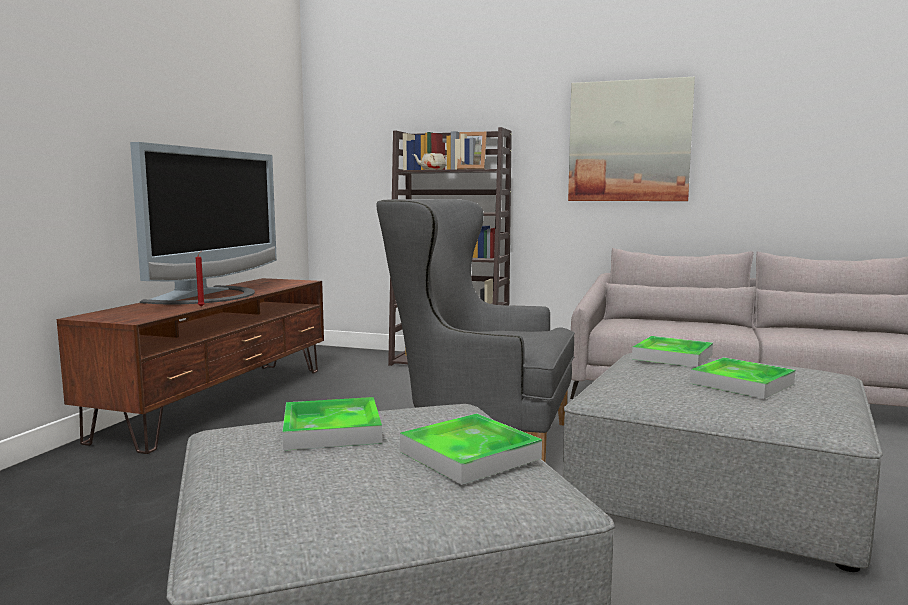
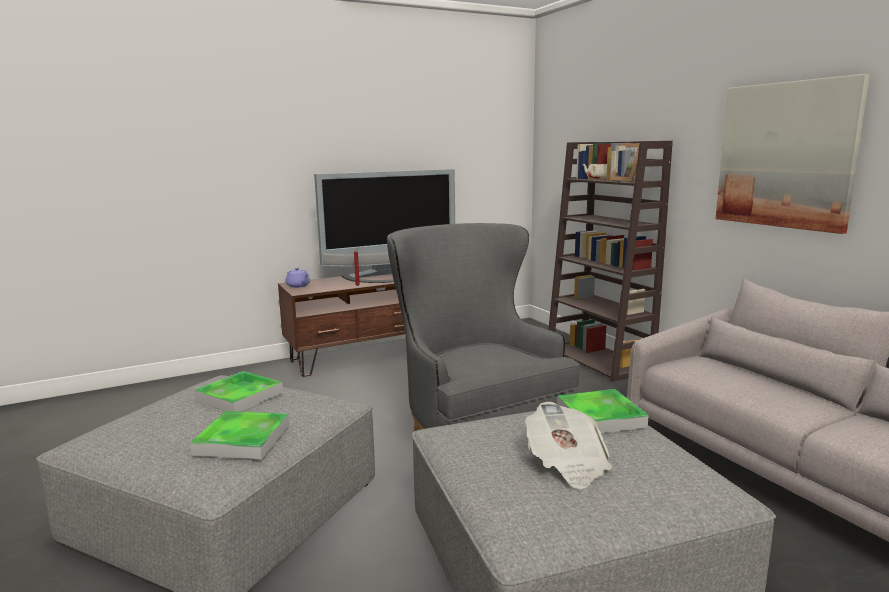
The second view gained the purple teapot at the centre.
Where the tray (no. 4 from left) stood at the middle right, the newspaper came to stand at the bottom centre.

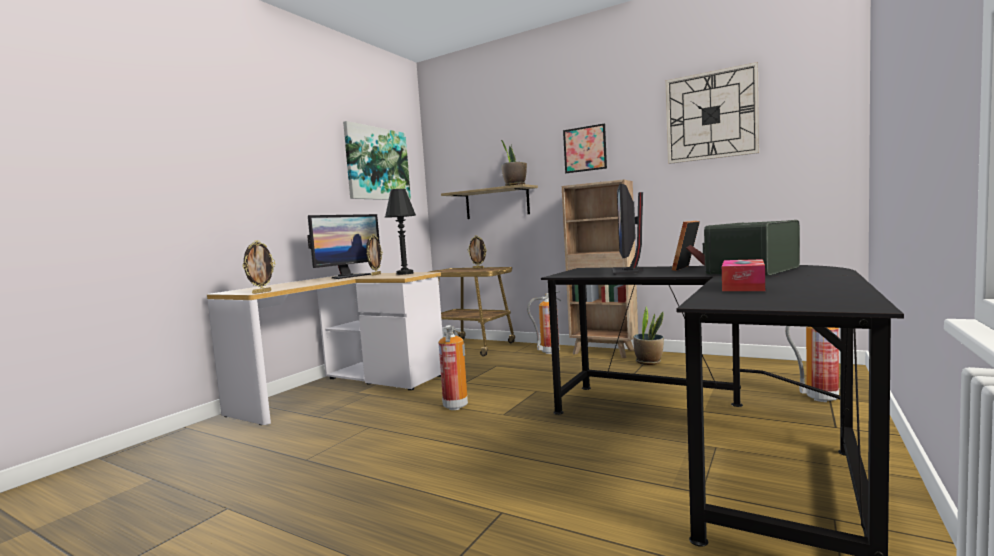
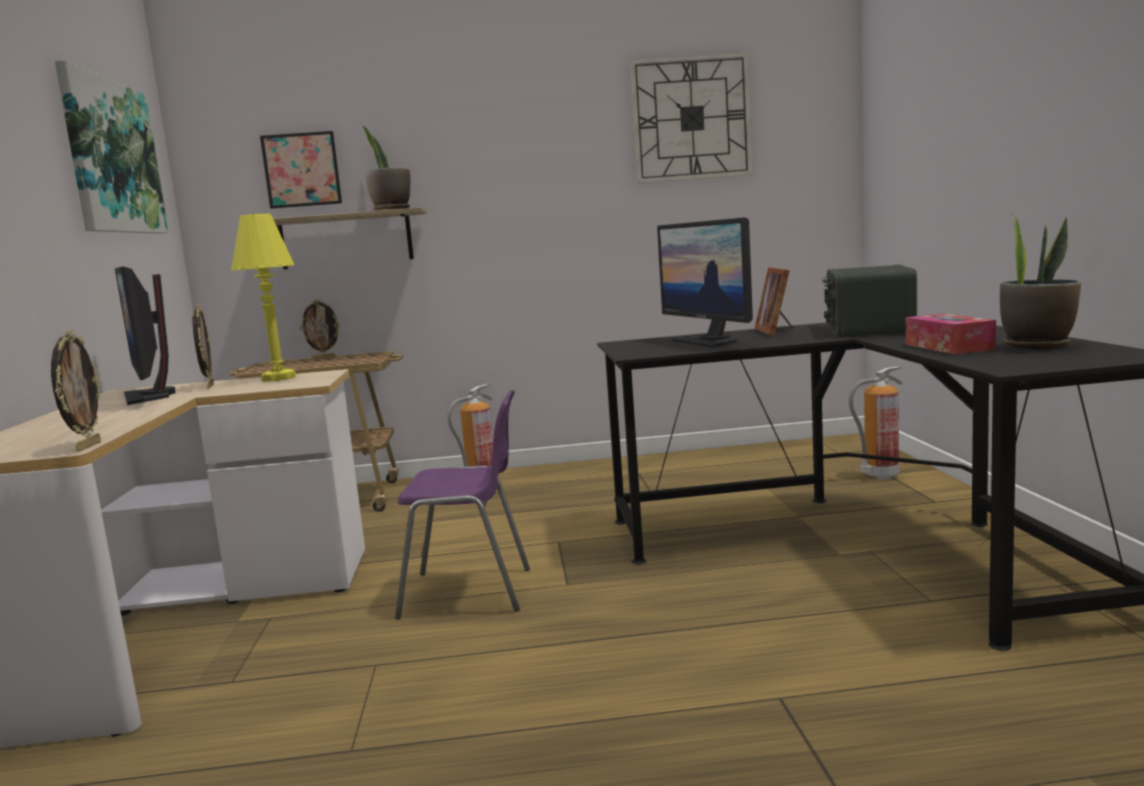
The second view lost the brown bookcase at the centre.
The picture (no. 2 from left) ended up elsewhere, having gone from the top centre to the top left.
The potted plant (no. 2 from left) ended up elsewhere, having gone from the centre to the middle right.
Where the fire extinguisher (no. 1 from left) stood at the centre, the purple chair came to stand at the centre.
What was the black table lamp at the centre turned into the yellow table lamp at the middle left.
The monitor (no. 1 from left) at the centre ended up facing another way, 150 degrees clockwise from before.

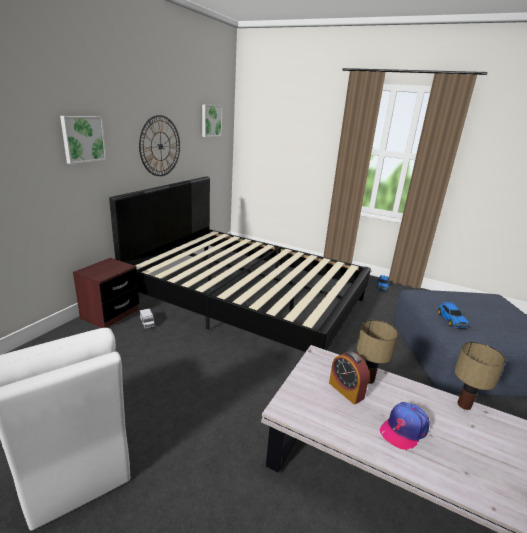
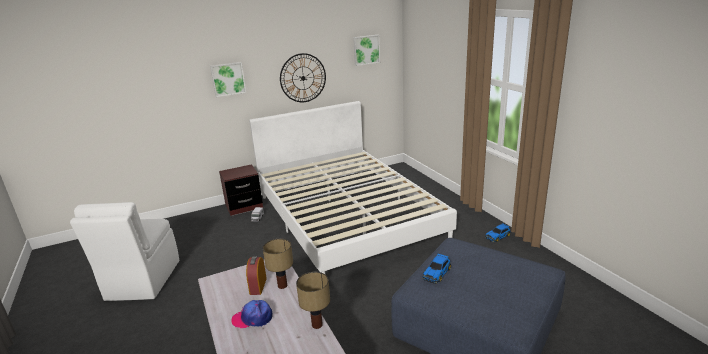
What was the black bed at the centre turned into the white bed at the centre.

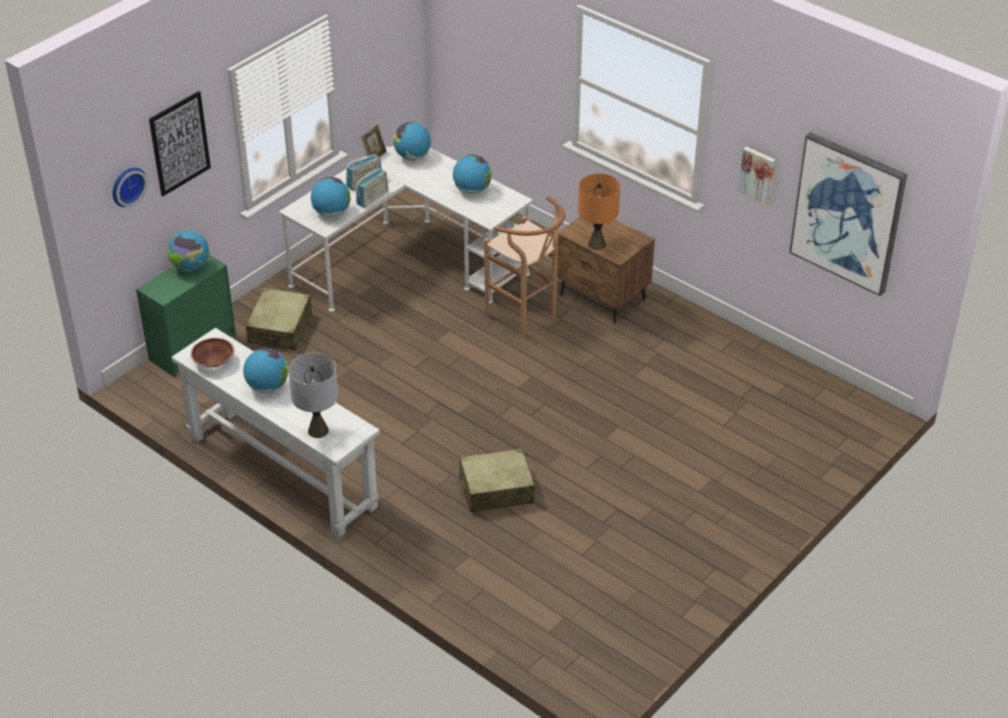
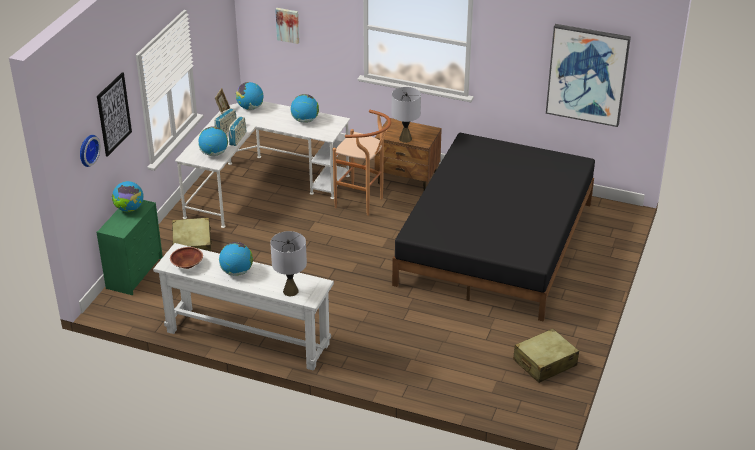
The second view gained the black bed at the centre.
The beige suitcase (no. 2 from left) ended up elsewhere, having gone from the bottom centre to the bottom right.
The picture (no. 2 from left) ended up elsewhere, having gone from the top right to the top centre.
What was the orange table lamp at the top centre turned into the grey table lamp (no. 2 from left) at the top centre.

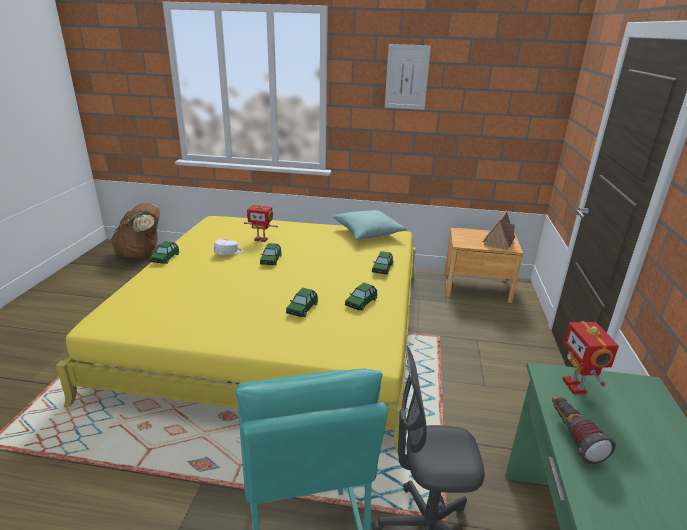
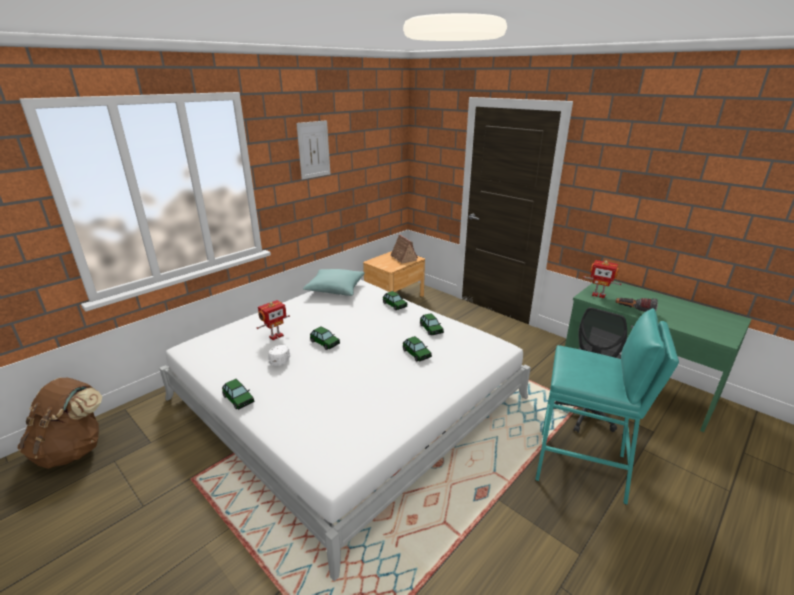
What was the yellow bed at the centre turned into the white bed at the bottom centre.

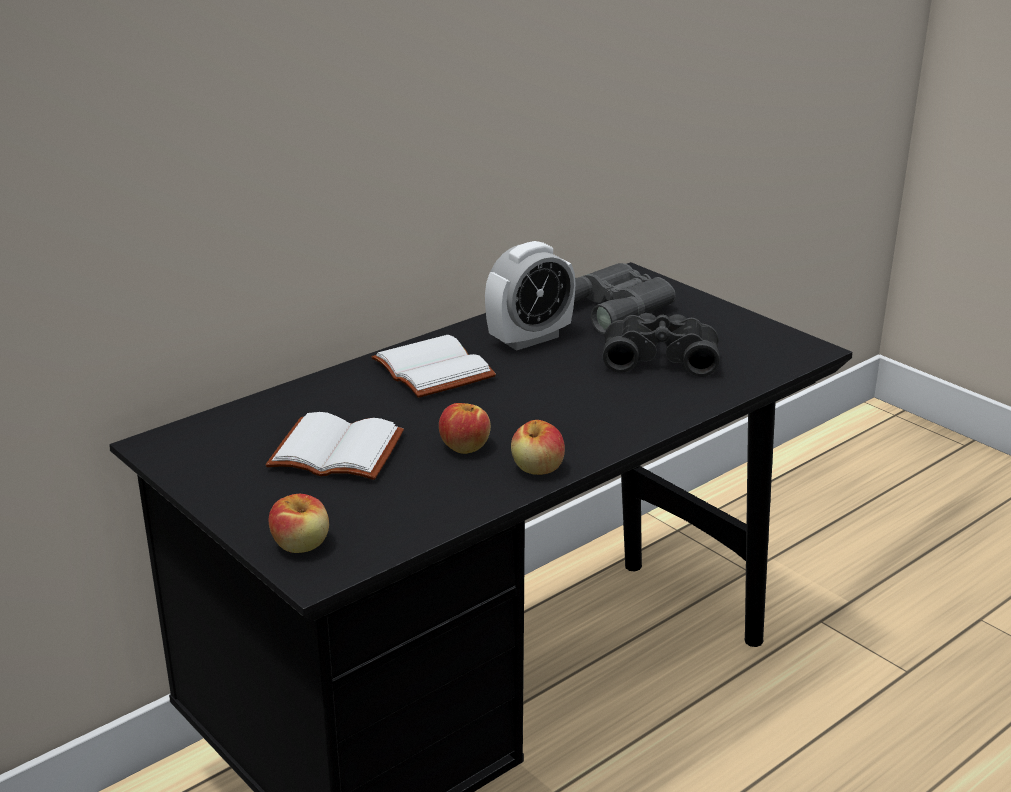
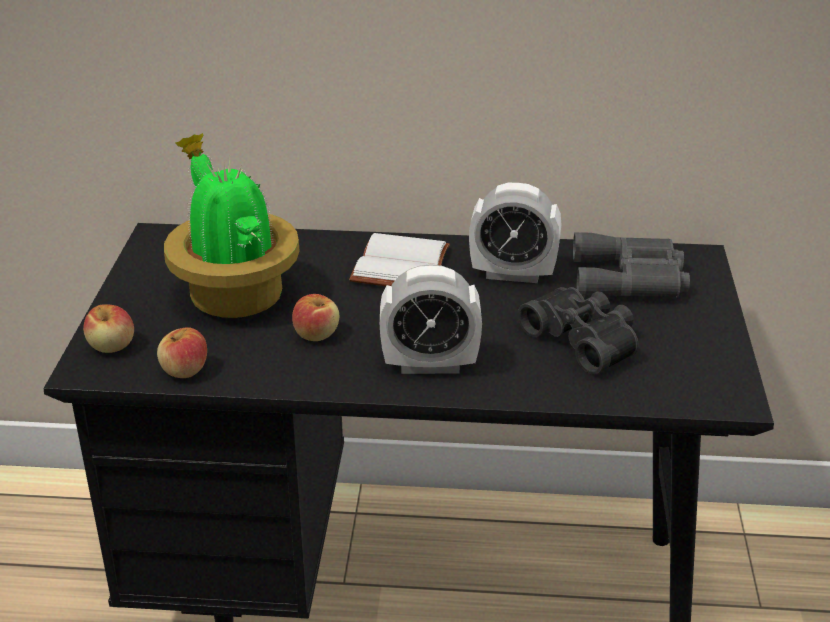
The second view gained the alarm clock (no. 1 from left) at the centre.
The apple (no. 3 from left in the first image) ended up elsewhere, having gone from the centre to the middle left.
Where the white book (no. 1 from left) stood at the middle left, the potted plant came to stand at the middle left.

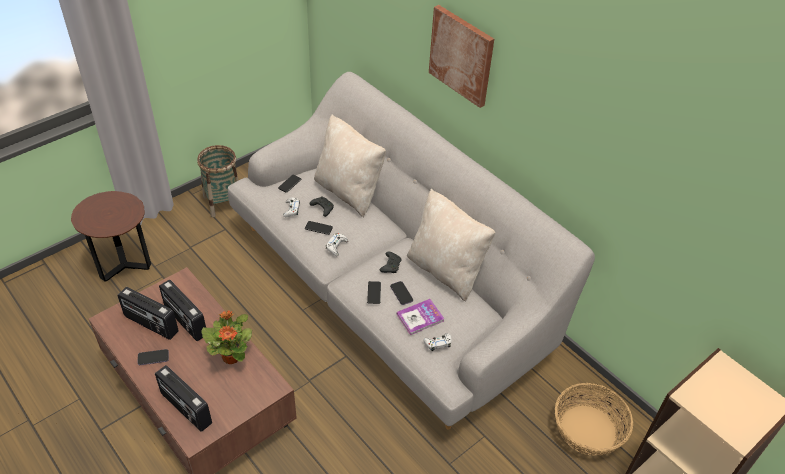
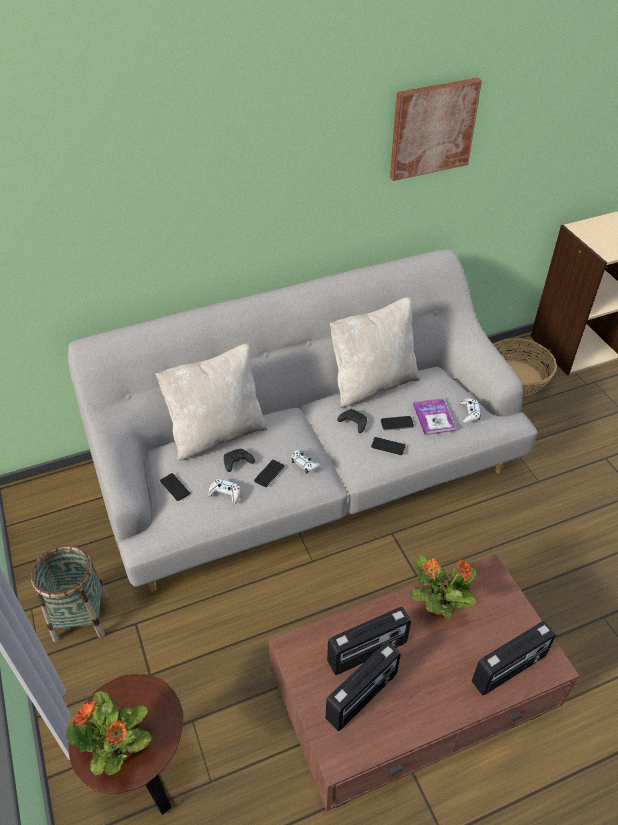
The second view lost the phone (no. 1 from left) at the bottom left.
The second view gained the potted plant (no. 1 from left) at the bottom left.
The picture ended up elsewhere, having gone from the top centre to the top right.

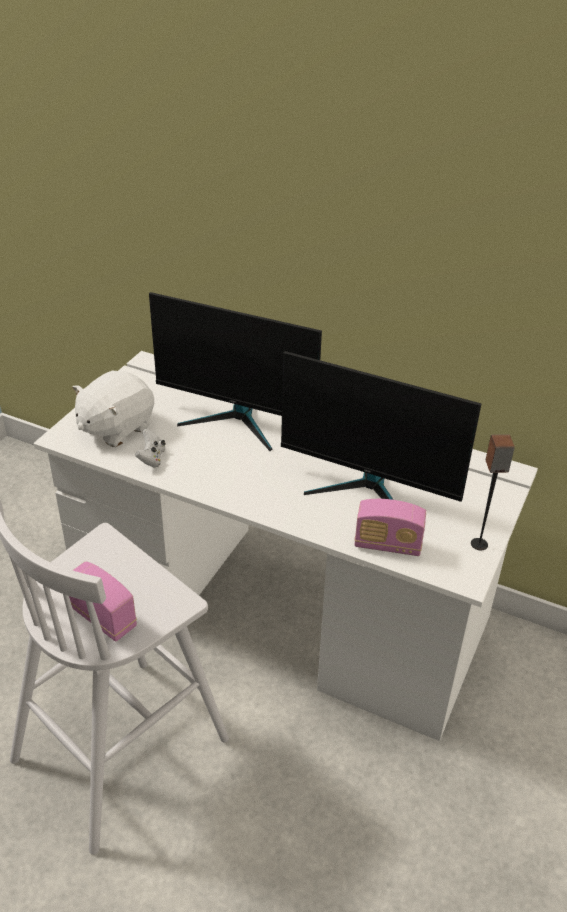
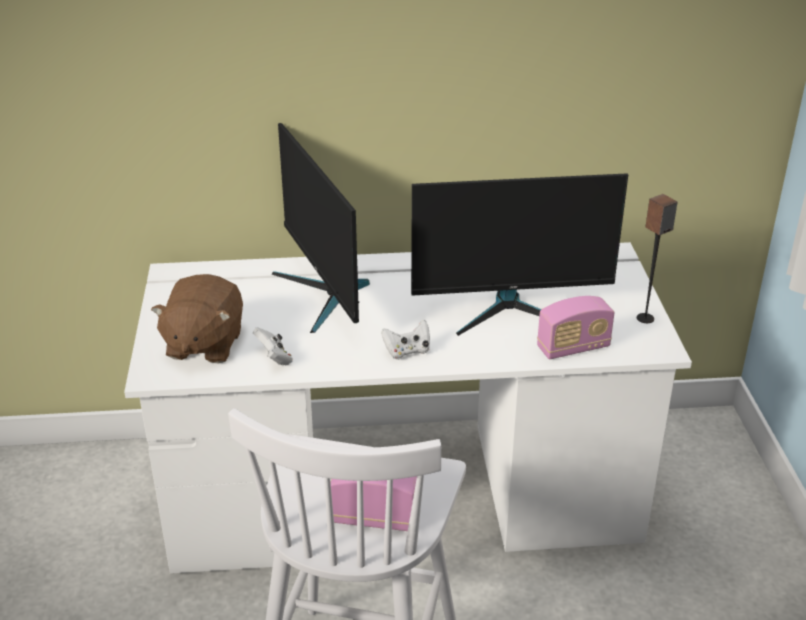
The second view gained the white game controller (no. 2 from left) at the centre.
What was the white plush toy at the middle left turned into the brown plush toy at the middle left.
The monitor (no. 1 from left) at the centre ended up facing another way, 75 degrees clockwise from before.

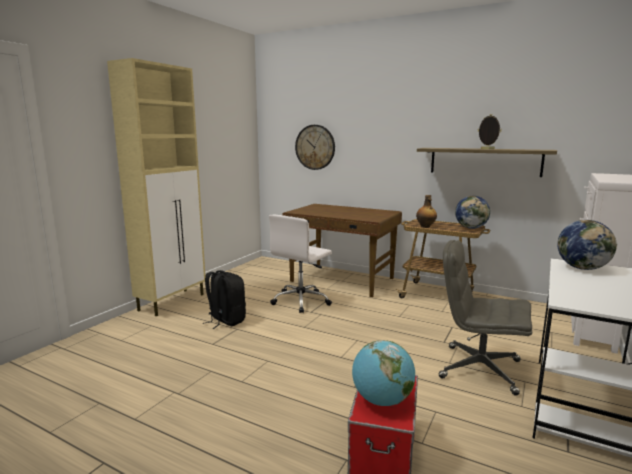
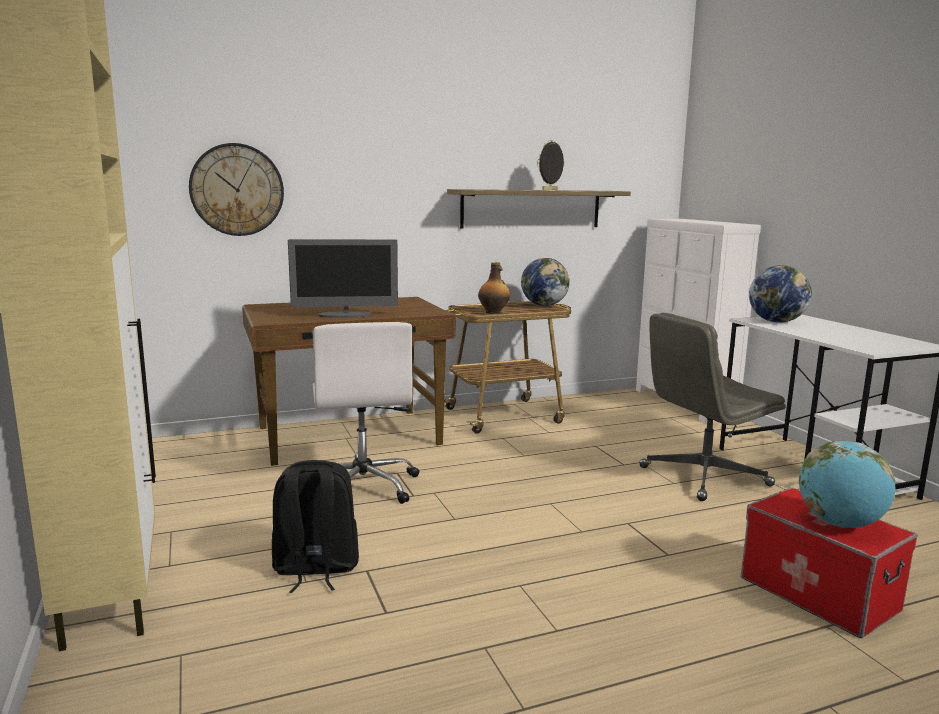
The second view gained the monitor at the centre.

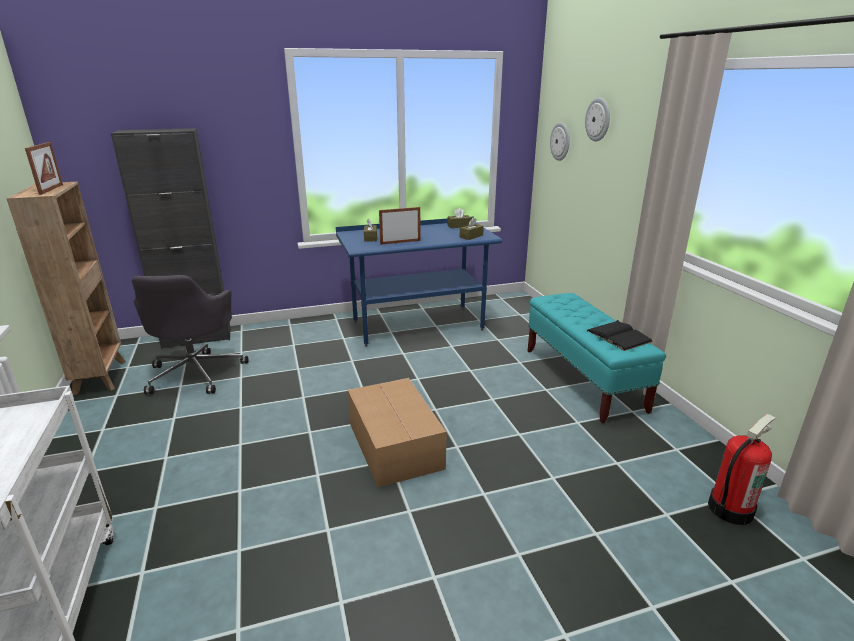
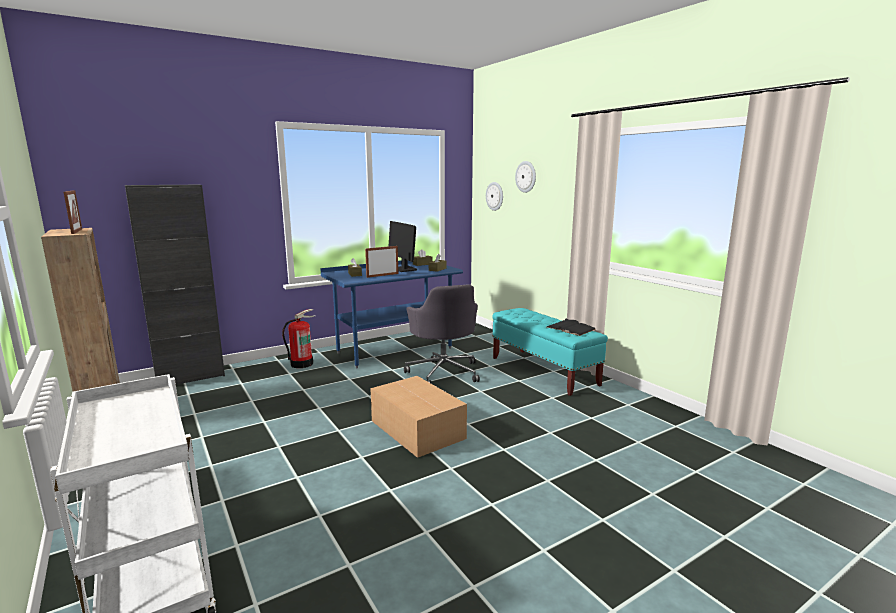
The second view gained the monitor at the centre.
The grey office chair ended up elsewhere, having gone from the middle left to the centre.
The fire extinguisher ended up elsewhere, having gone from the bottom right to the middle left.

